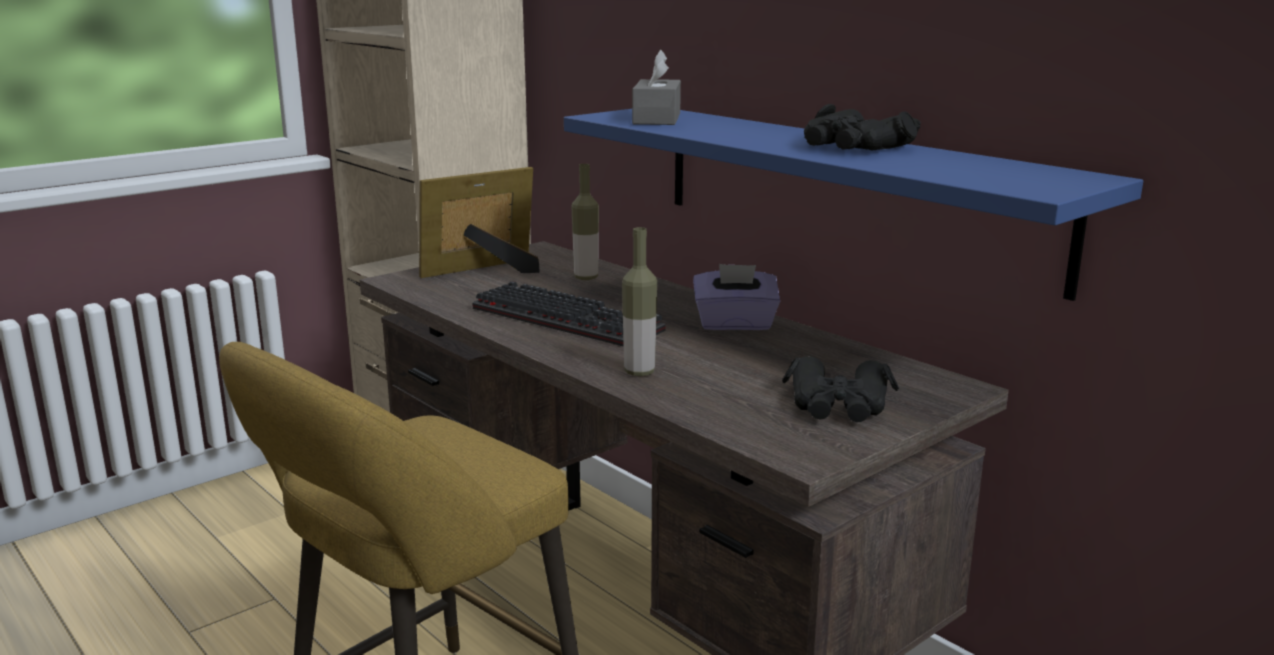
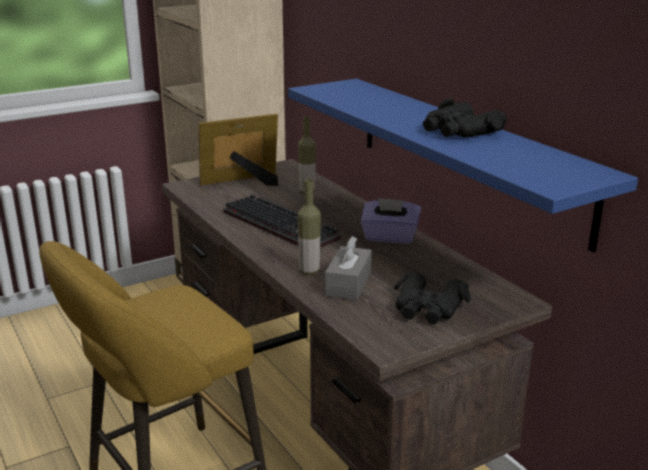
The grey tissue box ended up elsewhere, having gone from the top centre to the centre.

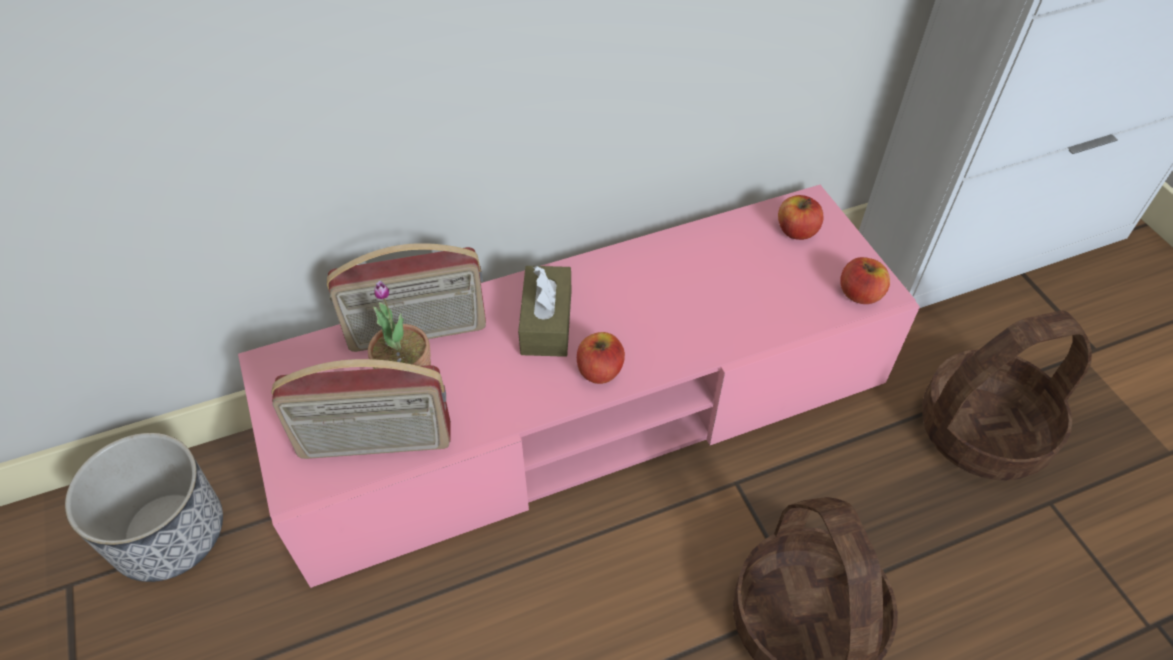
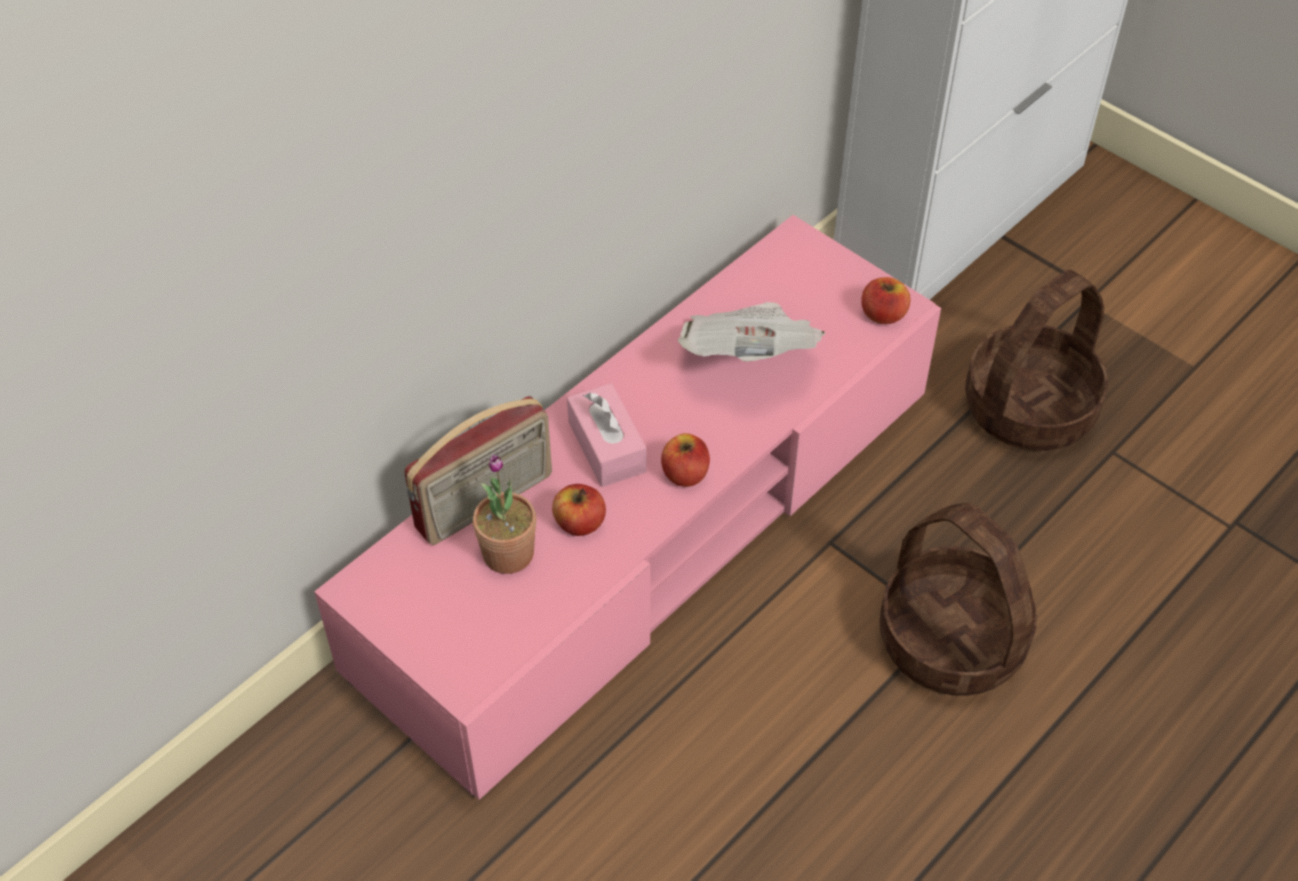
The second view lost the planter at the bottom left.
The second view lost the radio (no. 1 from left) at the middle left.
The second view gained the newspaper at the centre.
The apple (no. 2 from left in the first image) ended up elsewhere, having gone from the top right to the centre.
What was the brown tissue box at the centre turned into the pink tissue box at the centre.

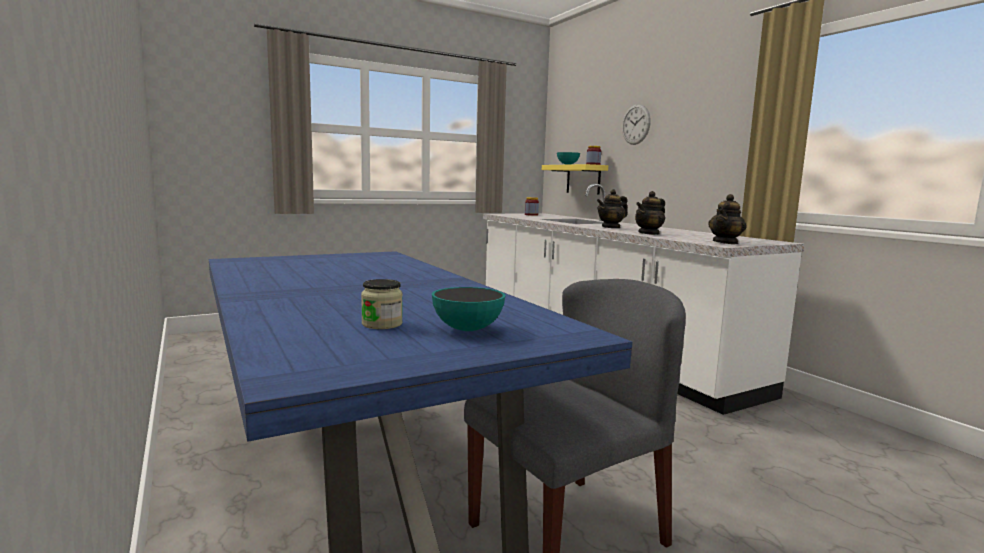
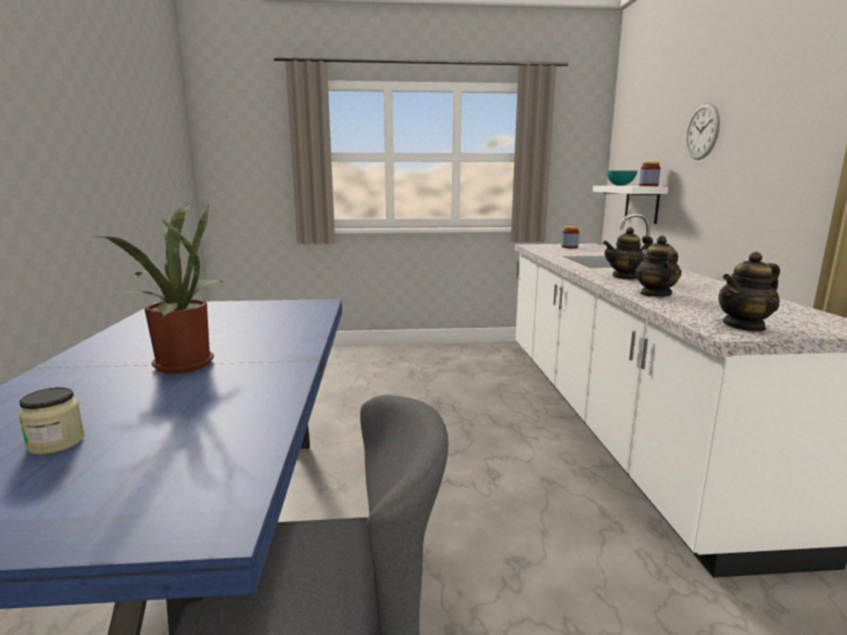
The second view lost the bowl (no. 1 from left) at the centre.
The second view gained the potted plant at the middle left.
What was the yellow shelf at the top centre turned into the white shelf at the top right.
The teapot (no. 2 from left) at the centre ended up facing another way, 105 degrees clockwise from before.

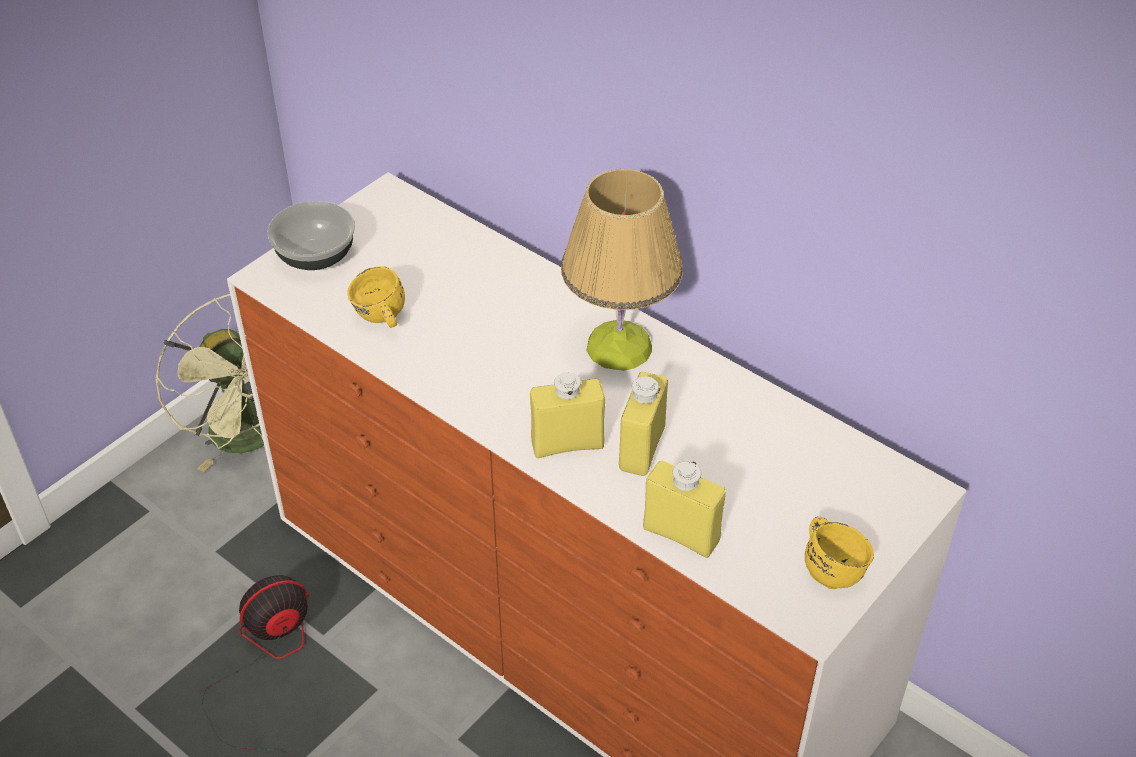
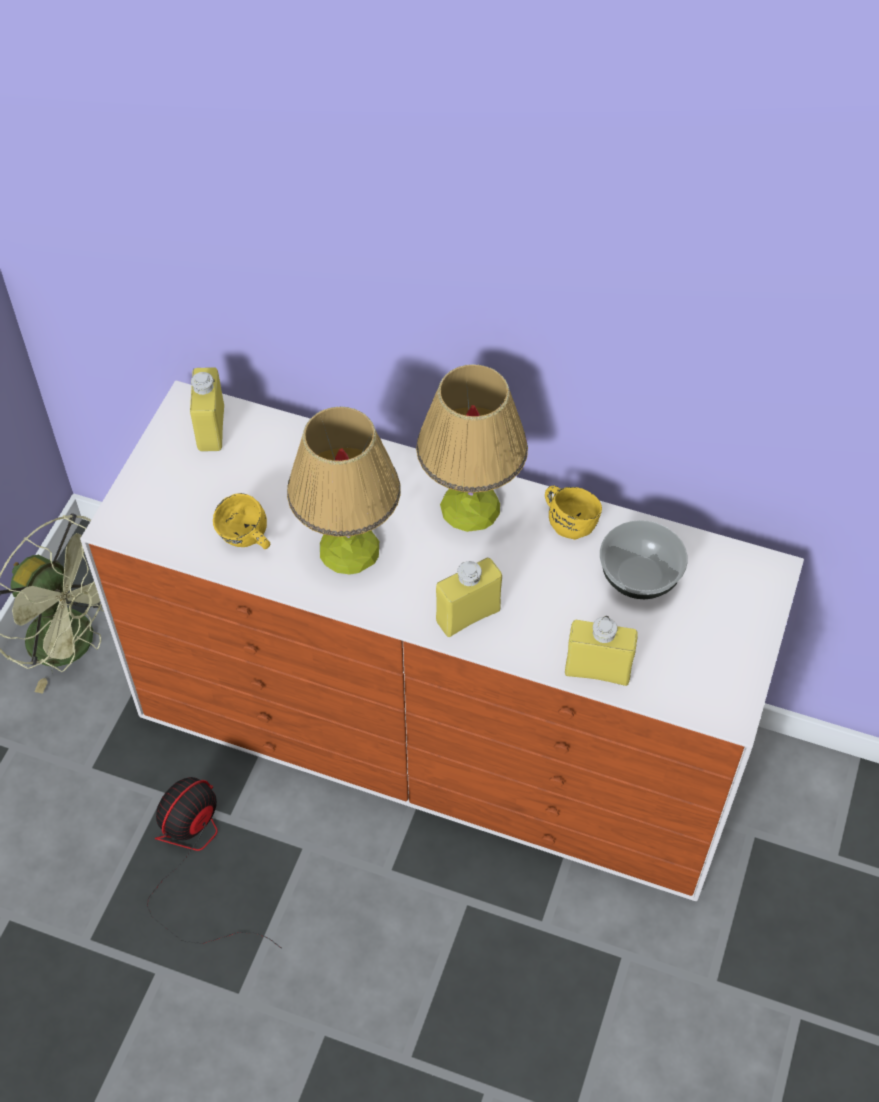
The second view gained the table lamp (no. 1 from left) at the centre.
The bowl ended up elsewhere, having gone from the top left to the middle right.
The yellow bottle (no. 2 from left in the first image) ended up elsewhere, having gone from the centre to the middle left.
The yellow mug (no. 2 from left) ended up elsewhere, having gone from the bottom right to the centre.

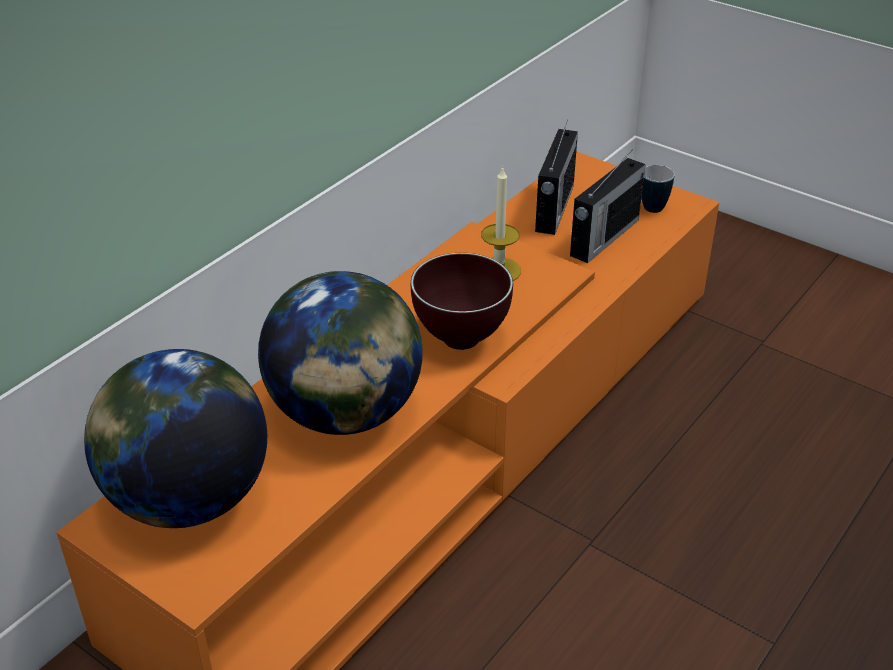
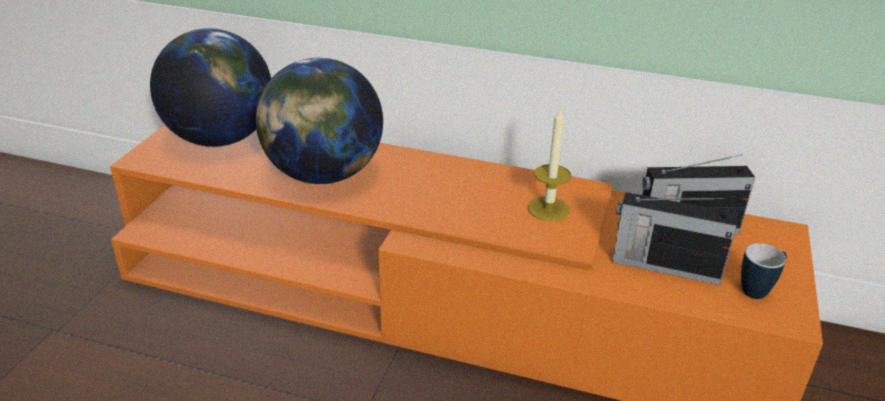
The second view lost the brown bowl at the centre.

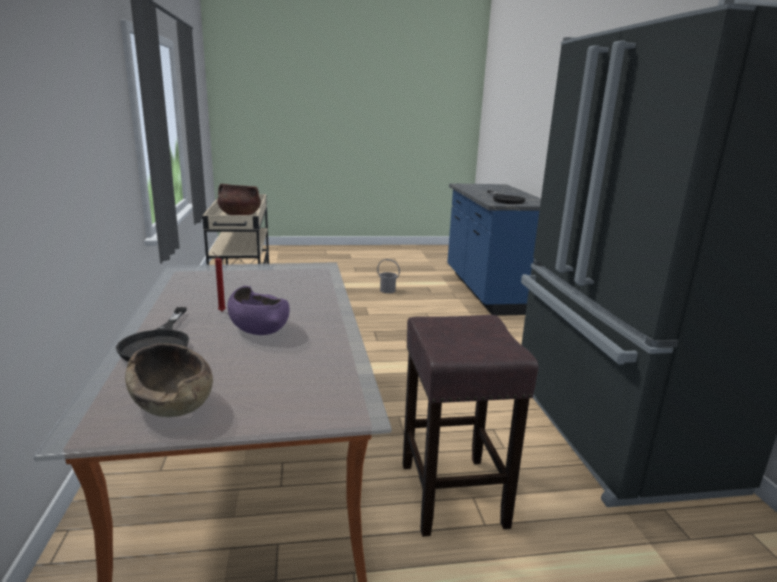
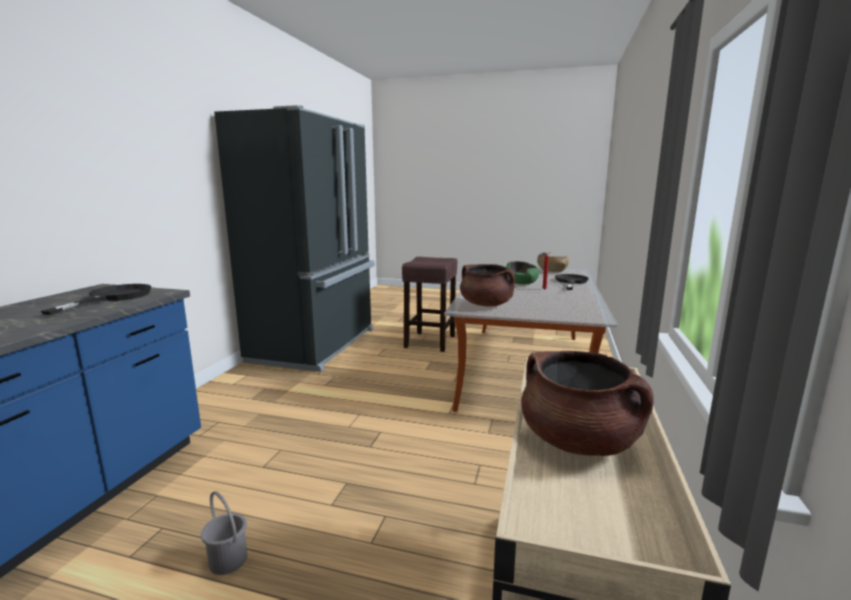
The second view gained the brown cooking pot (no. 1 from left) at the centre.
What was the purple bowl at the middle left turned into the green bowl at the centre.

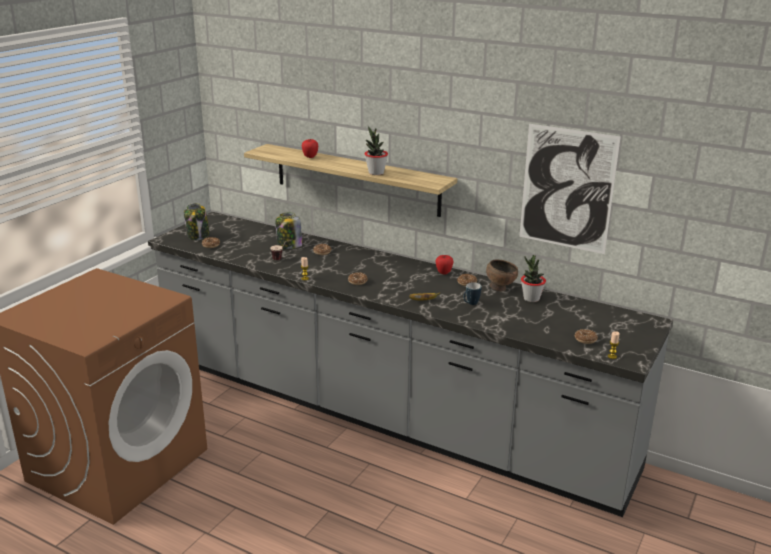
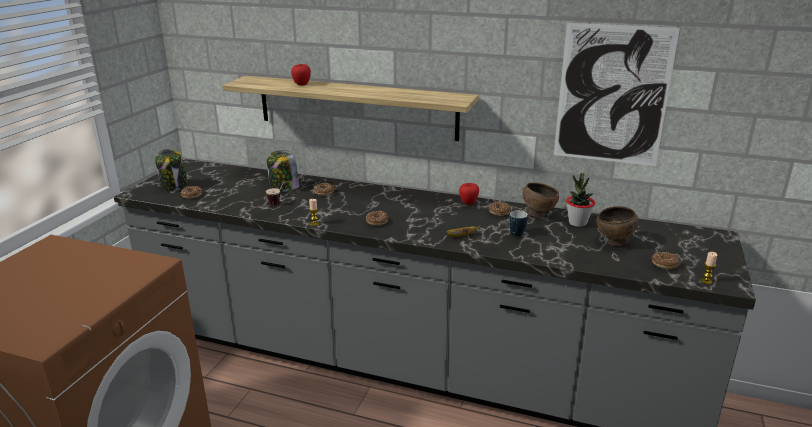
The second view lost the potted plant (no. 1 from left) at the top centre.
The second view gained the brown bowl (no. 2 from left) at the middle right.

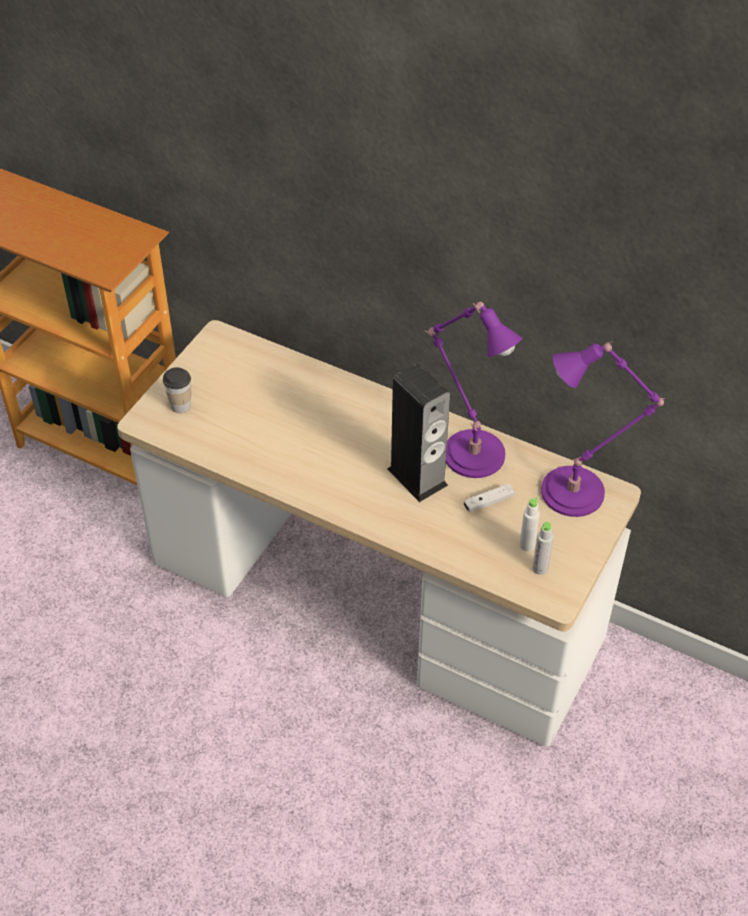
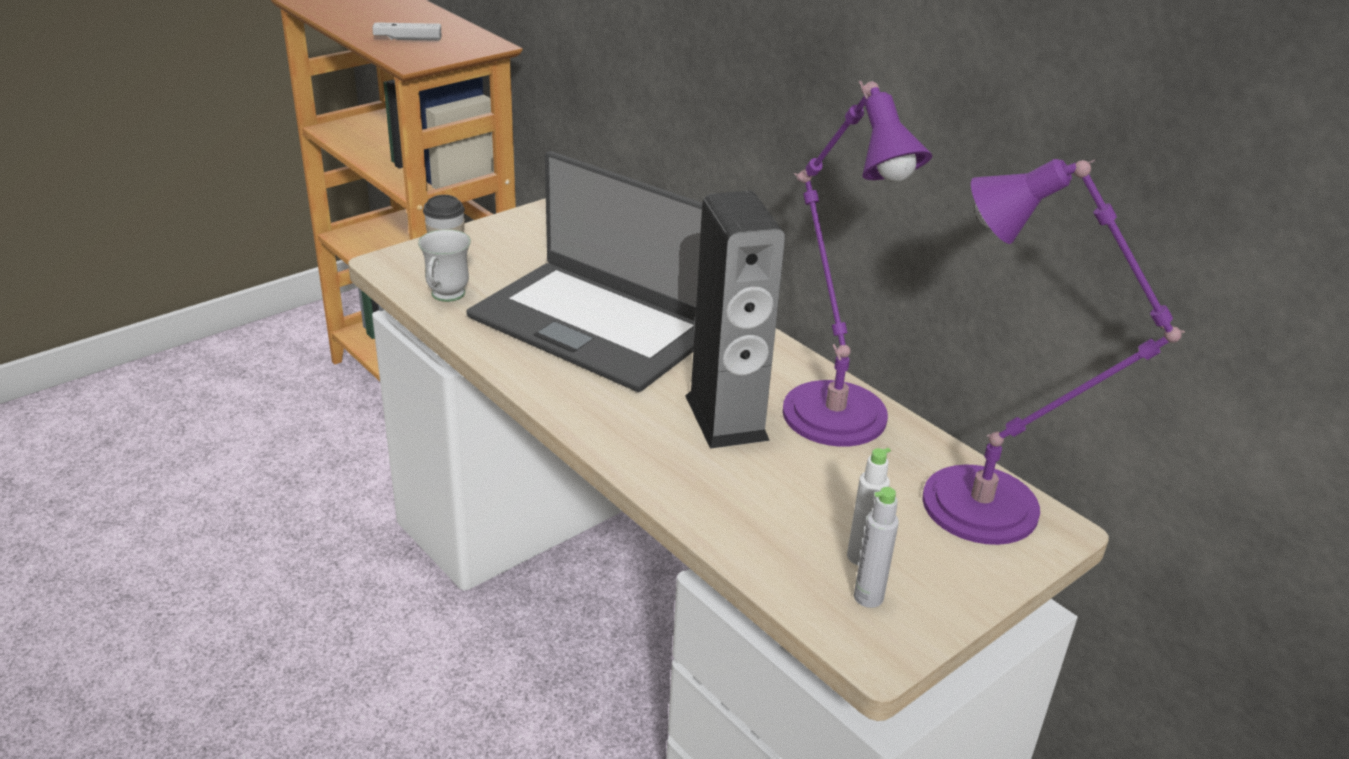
The second view gained the white mug at the middle left.
The second view gained the laptop at the centre.
The white game controller ended up elsewhere, having gone from the centre to the top left.

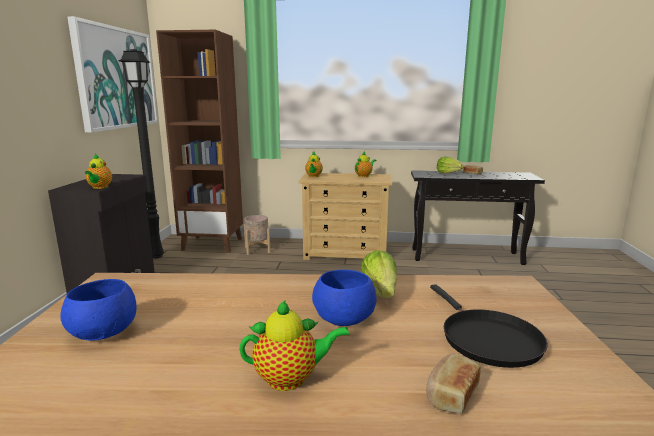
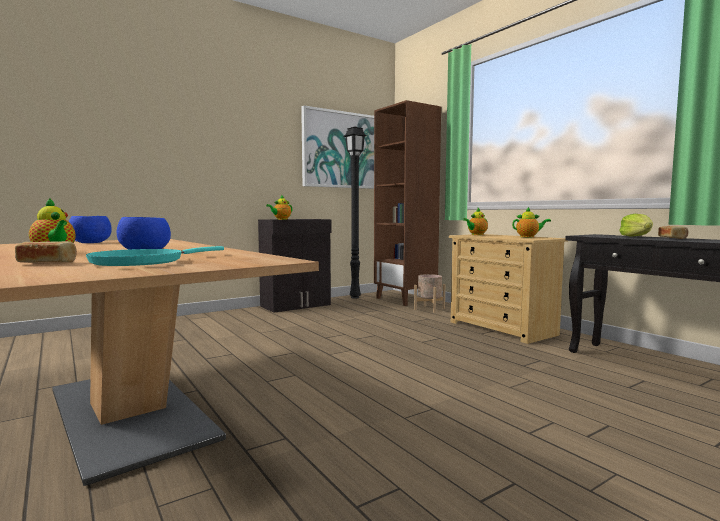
The second view lost the lettuce (no. 1 from left) at the centre.
What was the black frying pan at the bottom right turned into the turquoise frying pan at the middle left.

